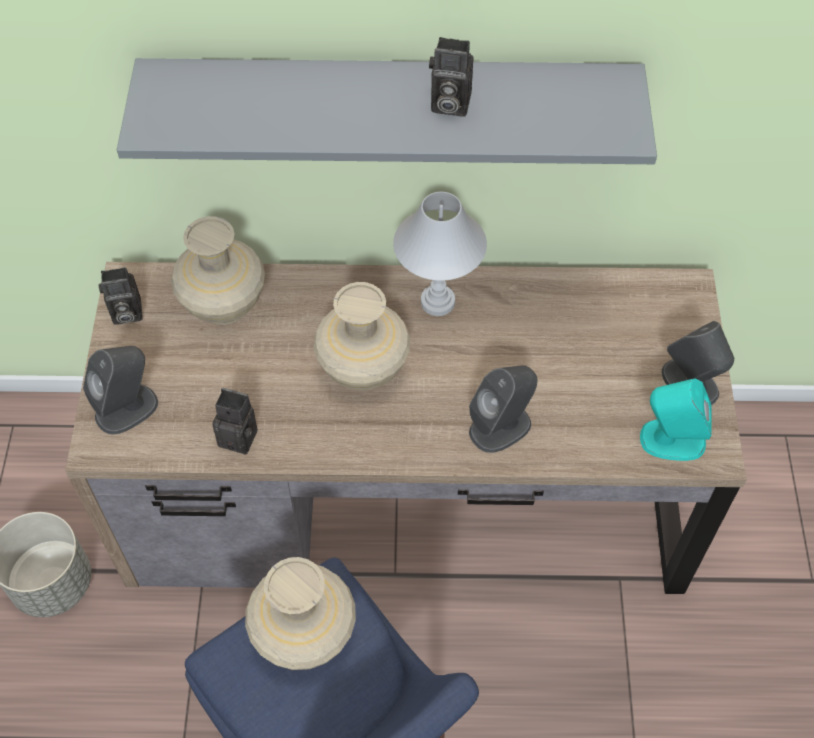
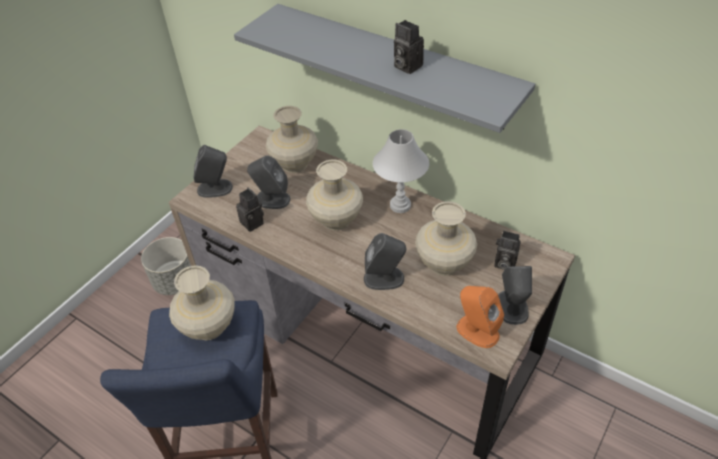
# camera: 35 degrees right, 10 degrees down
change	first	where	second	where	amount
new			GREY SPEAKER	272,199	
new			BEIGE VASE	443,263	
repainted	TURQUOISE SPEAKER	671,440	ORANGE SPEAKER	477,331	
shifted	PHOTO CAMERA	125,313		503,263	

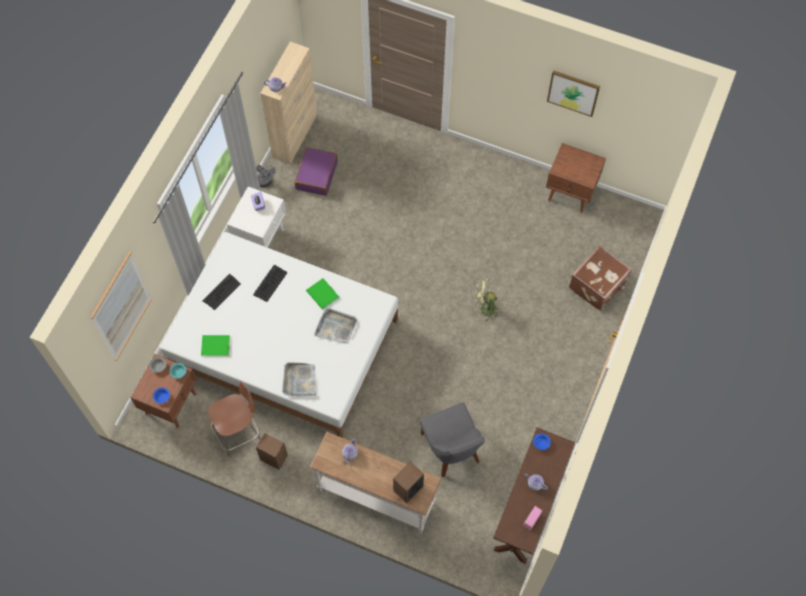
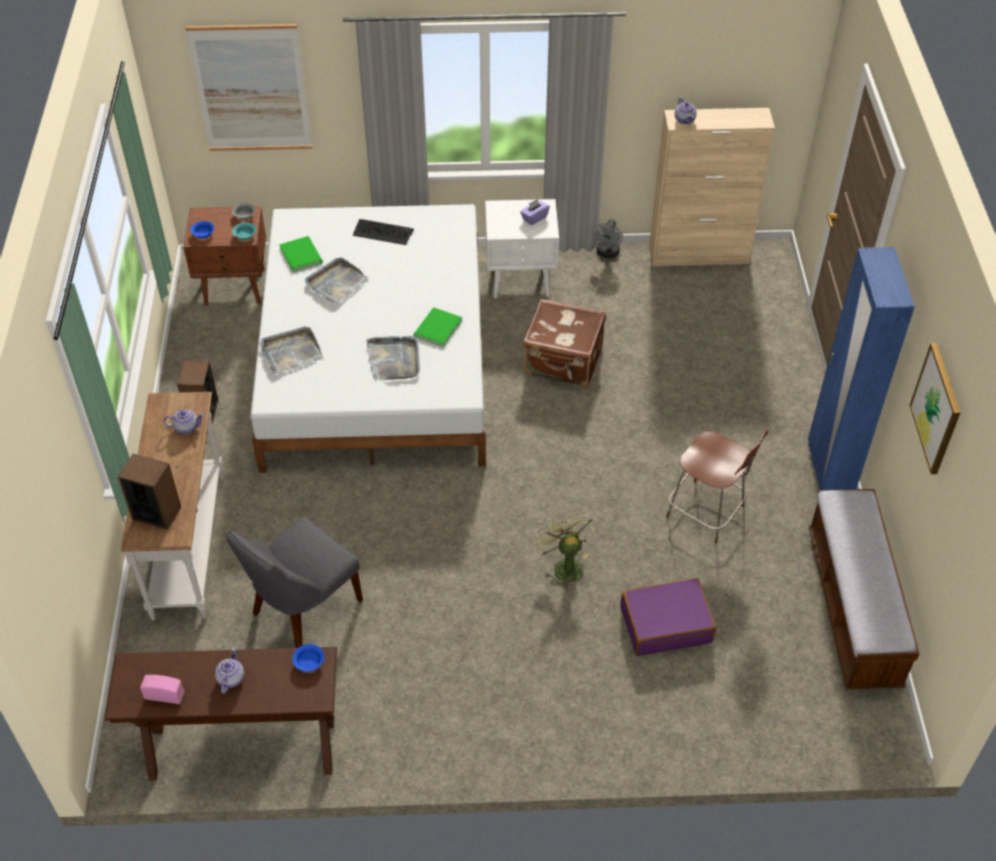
# camera: 65 degrees right, 15 degrees down
change	first	where	second	where	amount
new			GREY TRAY	336,283	
shifted	BROWN SUITCASE	598,286		563,361	
shifted	PURPLE SUITCASE	316,175		665,624	
shifted	BROWN CHAIR	238,432		707,513	
new			BLUE WARDROBE	828,472	
swapped	BROWN NIGHTSTAND	571,193	BENCH	852,608	
gone	KEYBOARD	270,283			

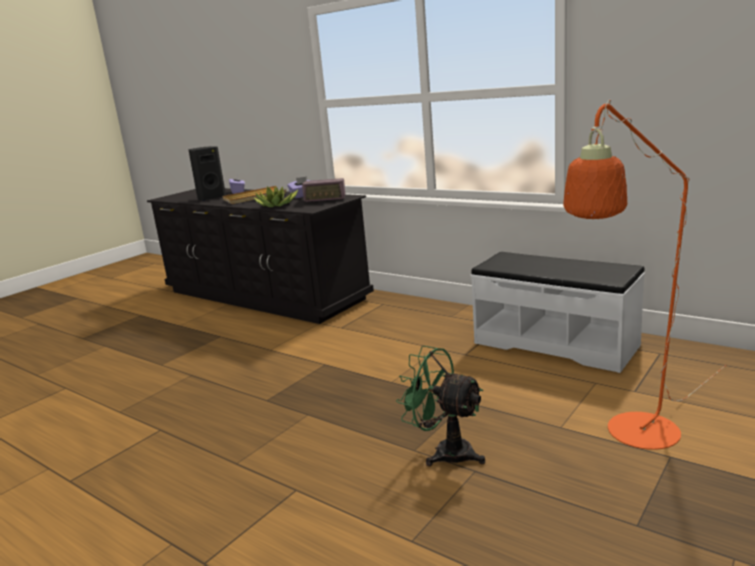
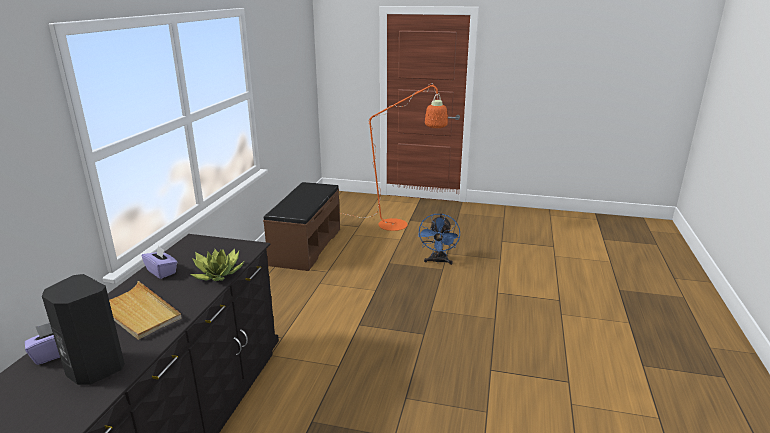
# camera: 115 degrees left, 5 degrees up
change	first	where	second	where	amount
repainted	WHITE BENCH	555,344	BROWN BENCH	305,246	
repainted	GREEN FAN	445,451	BLUE FAN	438,261	
gone	RADIO	325,199			

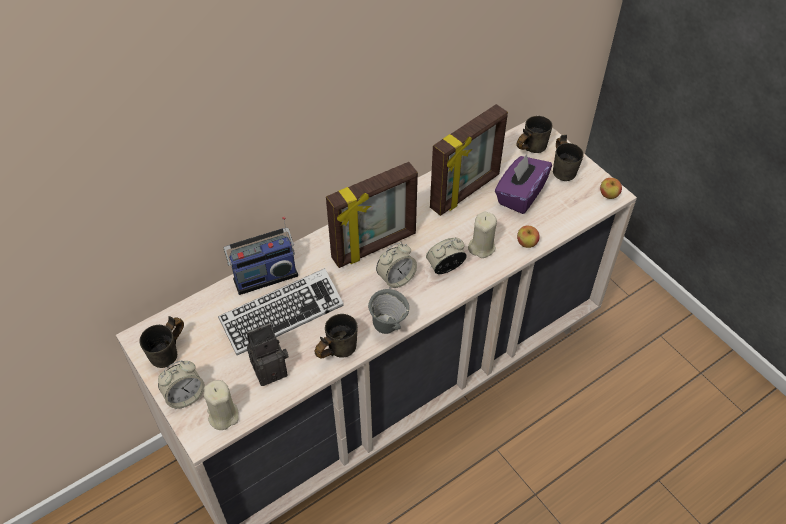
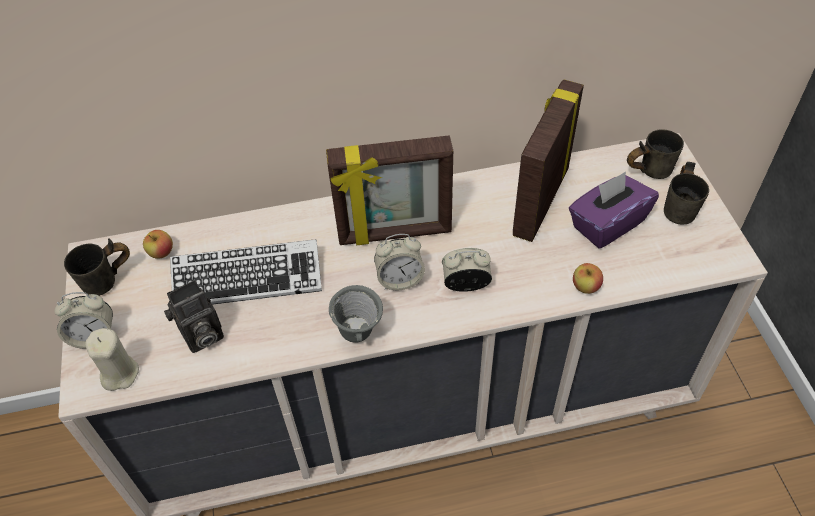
# camera: 25 degrees right, 0 degrees up
change	first	where	second	where	amount
shifted	APPLE	609,195		161,253	
rotated	PHOTO CAMERA	270,368		201,337	150 degrees clockwise
rotated	PICTURE FRAME	466,192		539,201	135 degrees clockwise
gone	RADIO	264,275			
gone	GREY MUG	335,349			
gone	BEIGE CANDLE	481,247			

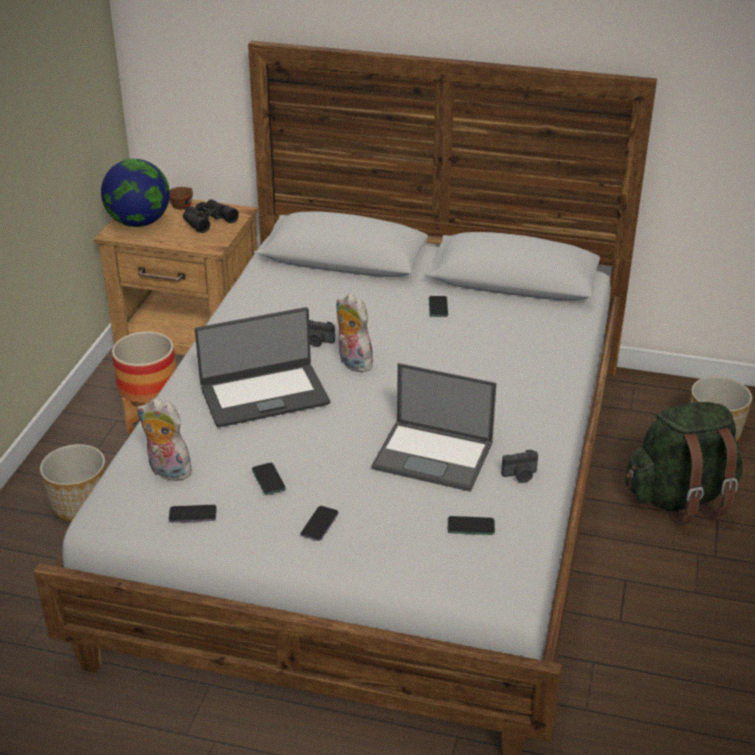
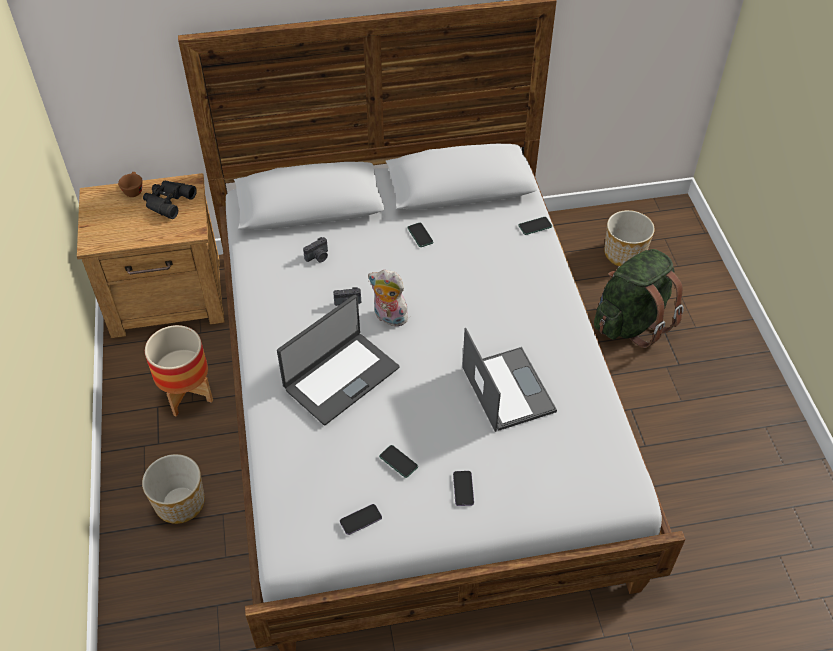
# camera: 25 degrees left, 15 degrees up
change	first	where	second	where	amount
shifted	PHOTO CAMERA	520,475		318,257	
rotated	LAPTOP	434,455		507,388	105 degrees counterclockwise
shifted	PHONE	471,526		535,226	
gone	GLOBE	139,223			
gone	PLUSH TOY	167,471			

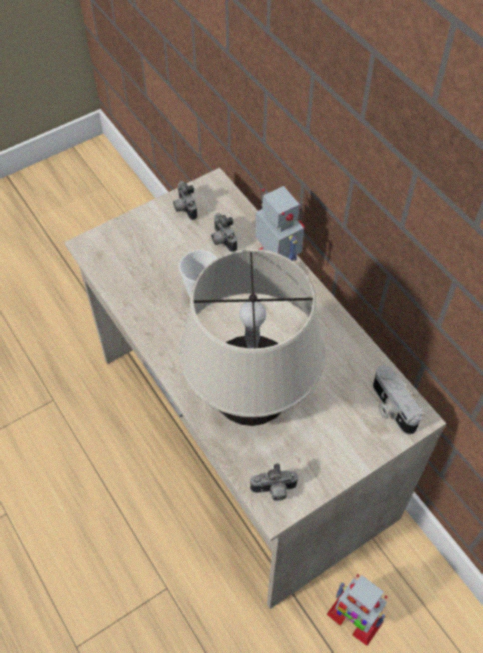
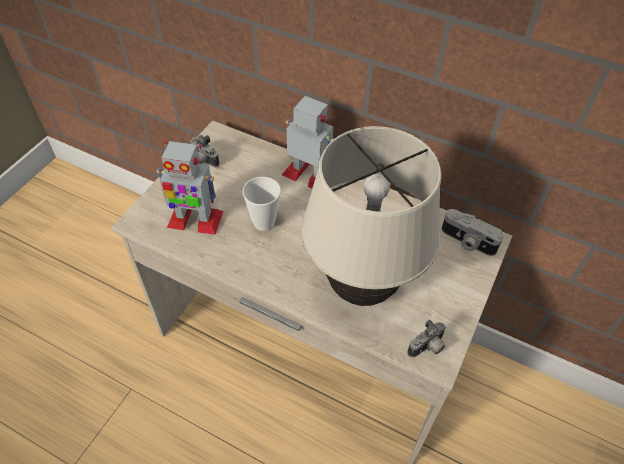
# camera: 30 degrees left, 5 degrees down
change	first	where	second	where	amount
shifted	TOY ROBOT	354,618		194,219	
gone	PHOTO CAMERA	222,240			

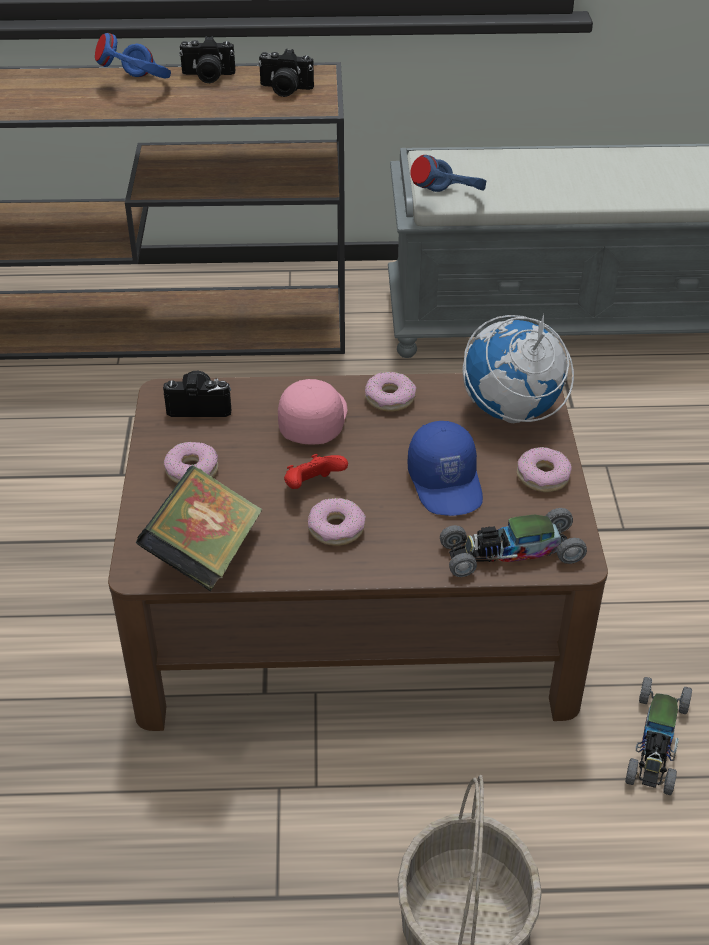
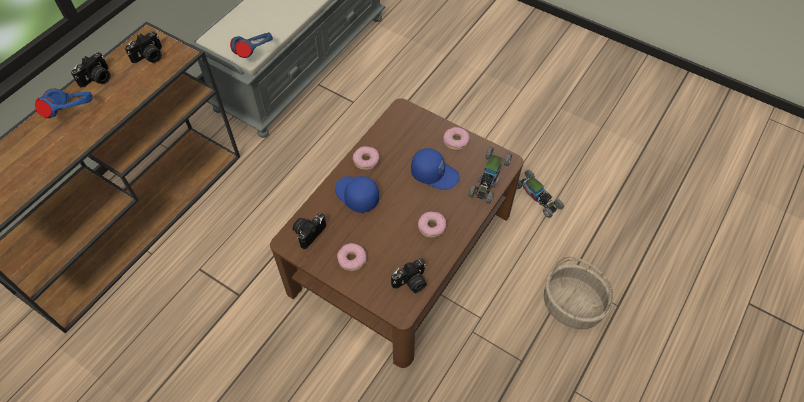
# camera: 55 degrees left, 15 degrees up
change	first	where	second	where	amount
repainted	PINK CAP	313,420	BLUE CAP	356,196	
swapped	BOOK	205,555	PHOTO CAMERA	411,283	
gone	RED GAME CONTROLLER	312,487			
gone	GLOBE	511,412			

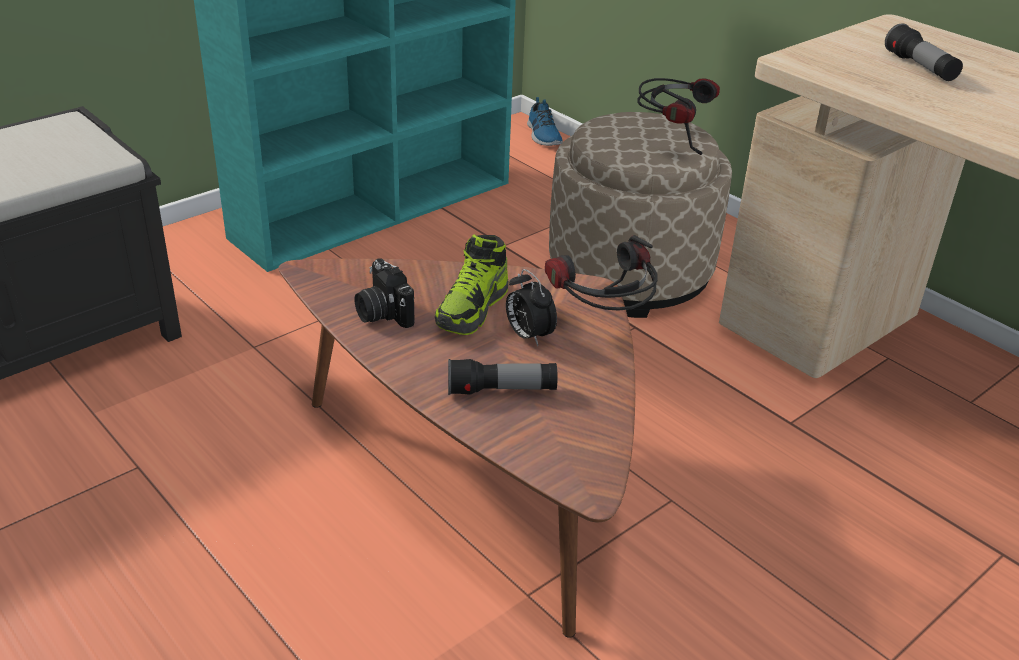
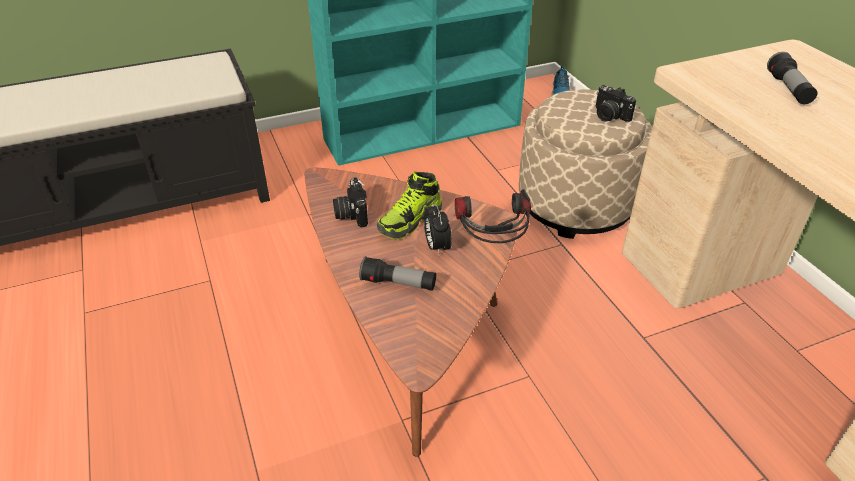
# camera: 20 degrees right, 5 degrees up
change	first	where	second	where	amount
swapped	HEADPHONES	671,140	PHOTO CAMERA	608,116	

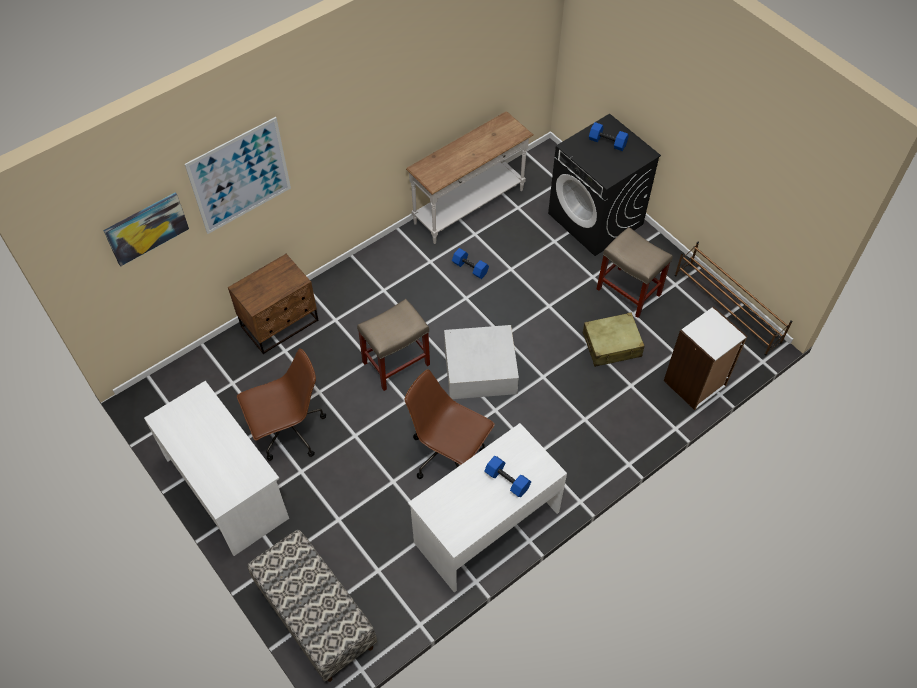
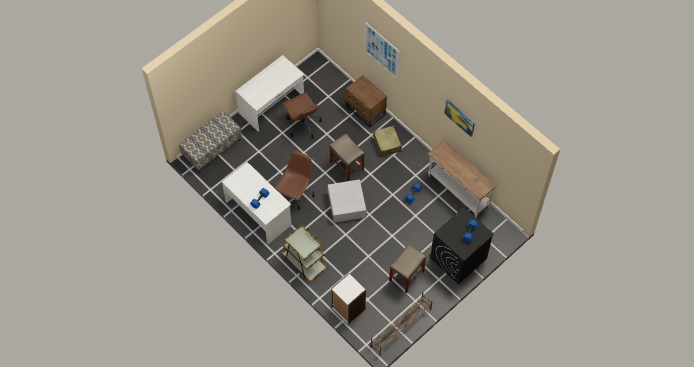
# camera: 85 degrees right, 5 degrees up
change	first	where	second	where	amount
new			BROWN CART	304,263	
shifted	BEIGE SUITCASE	612,345		387,144	
shifted	PICTURE	146,228		460,117	

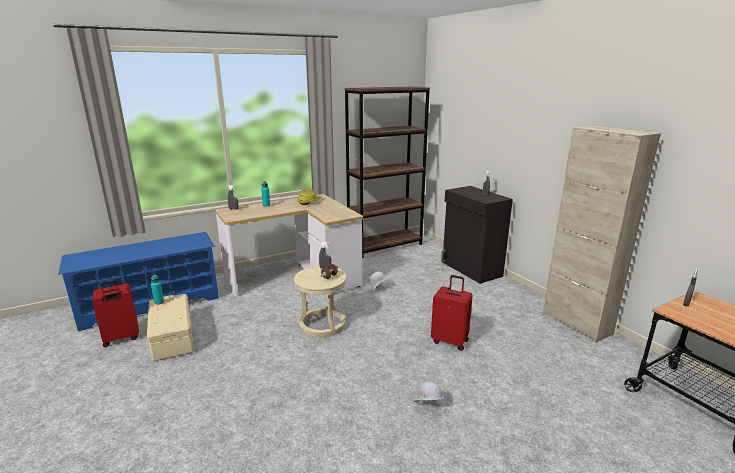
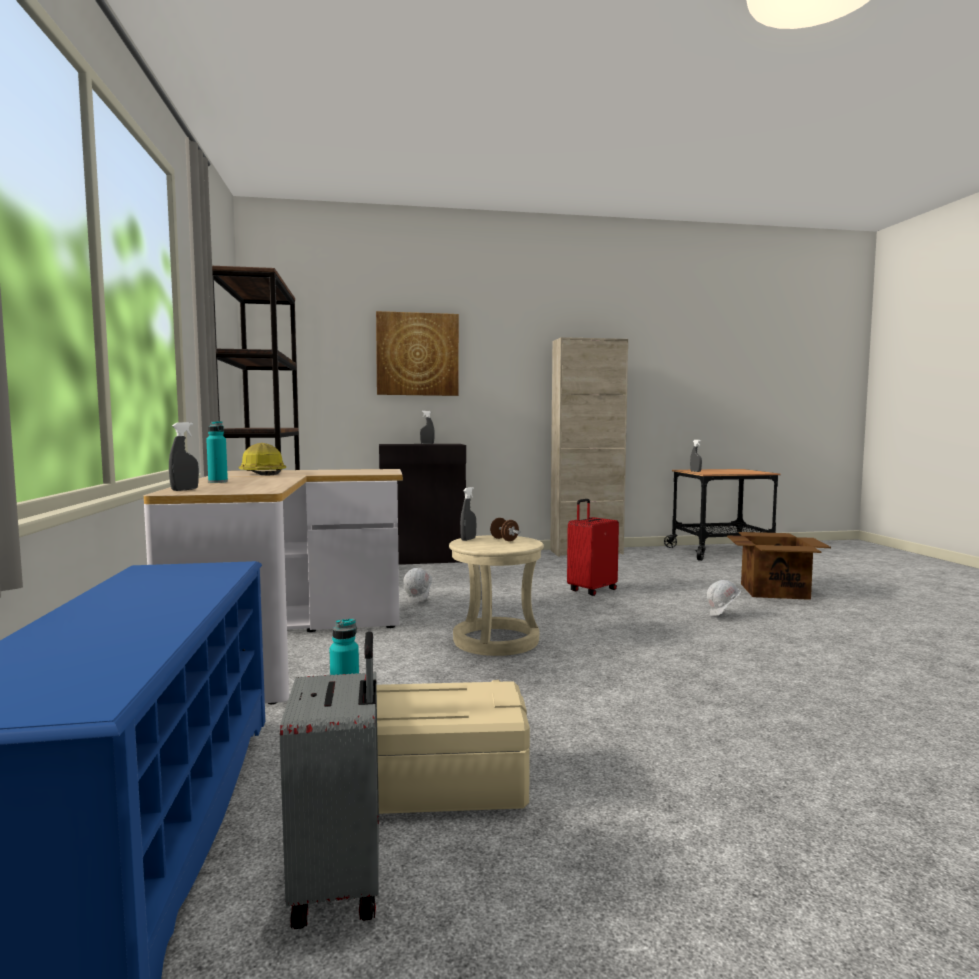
# camera: 70 degrees left, 15 degrees down
change	first	where	second	where	amount
repainted	RED SUITCASE	121,338	GREY SUITCASE	341,883	
new			PICTURE	417,354	
new			CARDBOARD BOX	774,591	

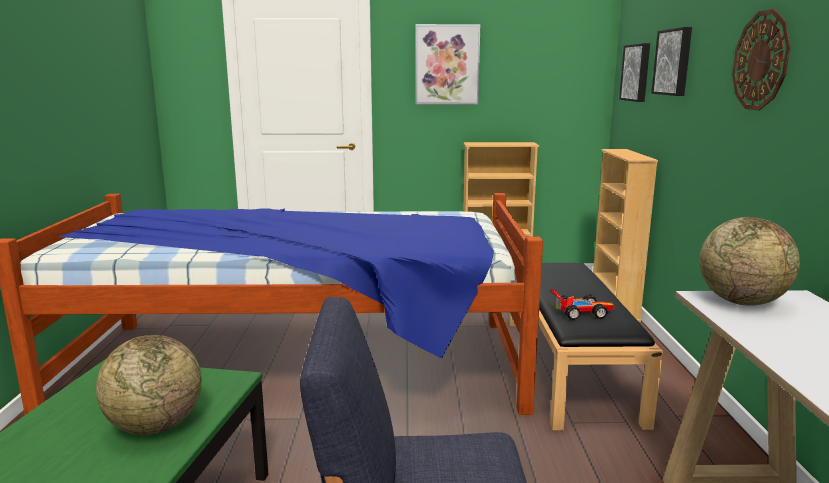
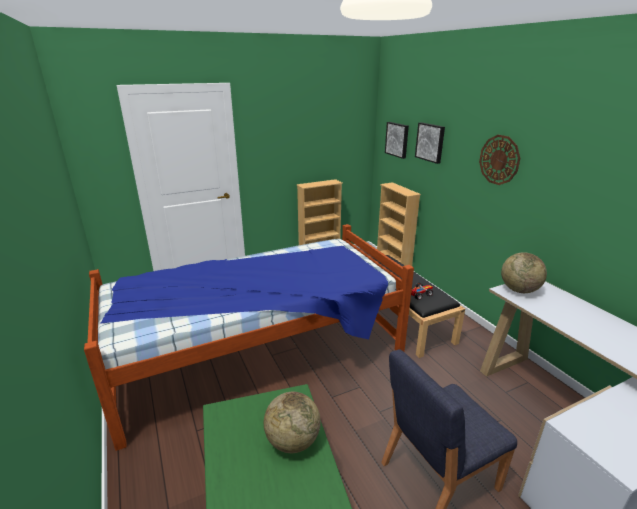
# camera: 25 degrees left, 10 degrees up
change	first	where	second	where	amount
gone	PICTURE	447,65			

